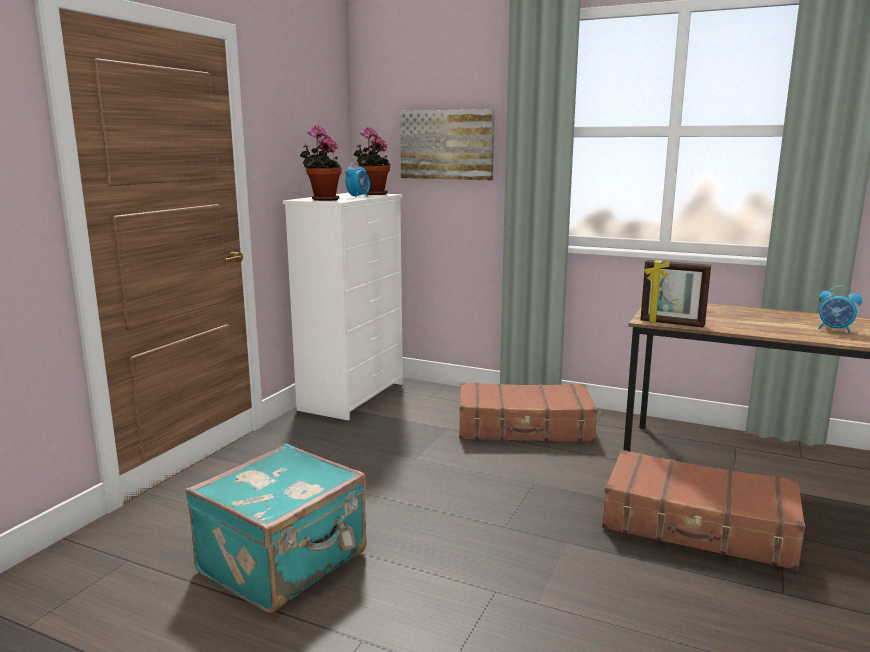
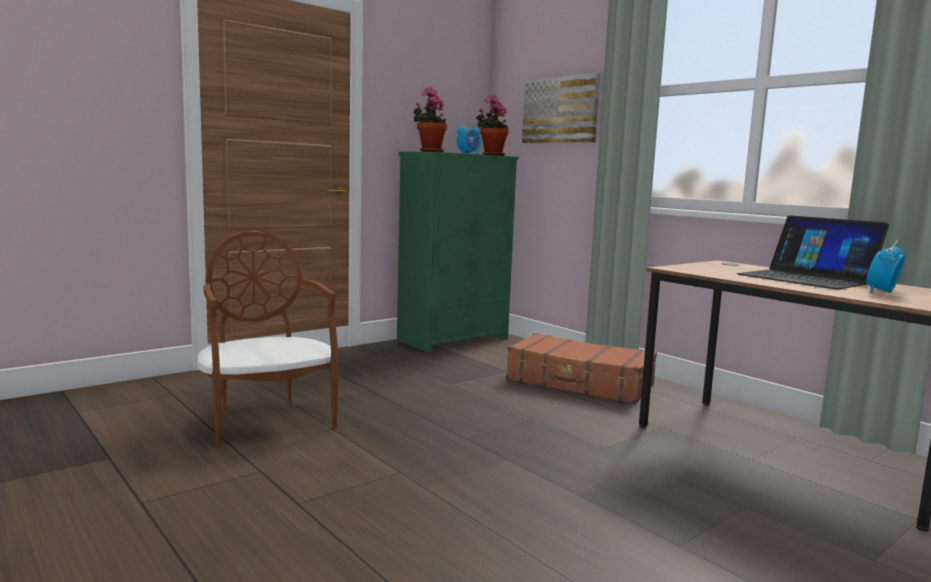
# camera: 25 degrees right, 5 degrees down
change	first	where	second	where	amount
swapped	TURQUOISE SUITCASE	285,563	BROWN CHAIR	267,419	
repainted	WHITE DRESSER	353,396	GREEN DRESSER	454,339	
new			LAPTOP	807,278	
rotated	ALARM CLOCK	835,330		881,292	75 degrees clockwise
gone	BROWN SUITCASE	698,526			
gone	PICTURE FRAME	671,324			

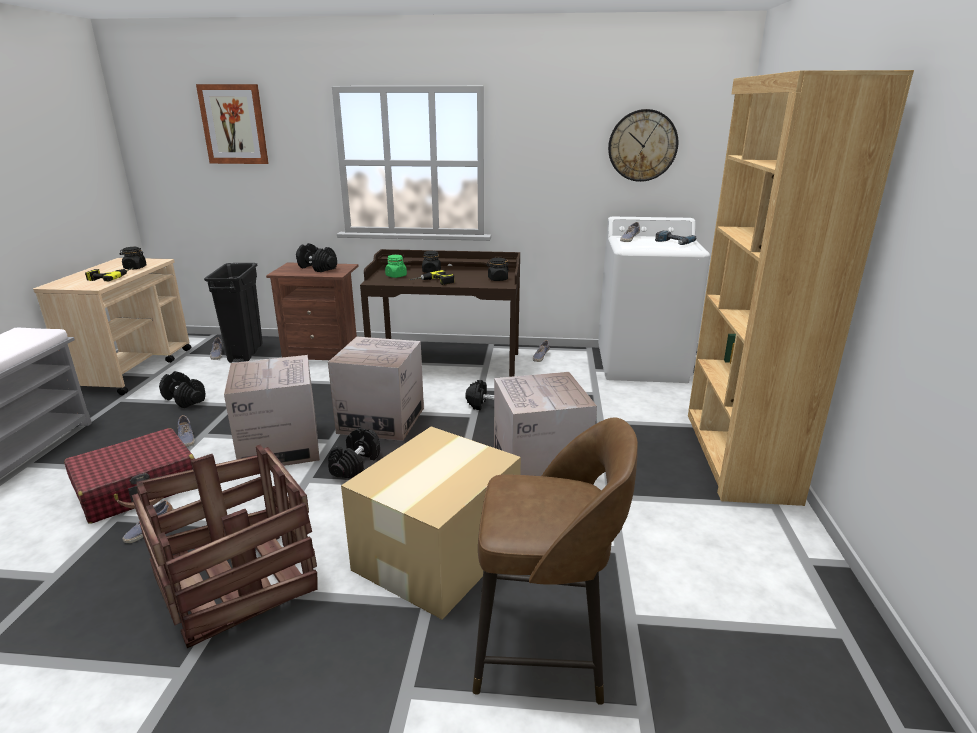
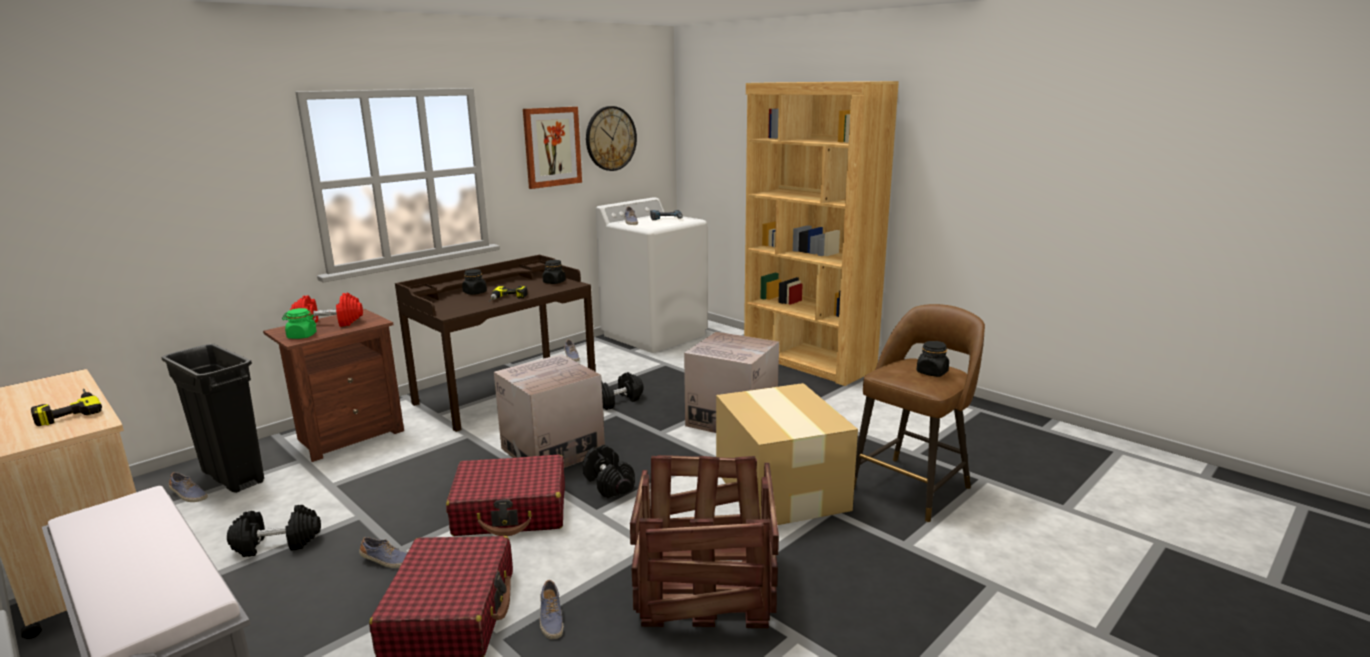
# camera: 50 degrees left, 5 degrees down
change	first	where	second	where	amount
shifted	GREEN JAR	396,276		301,336	
repainted	BLACK DUMBBELL	317,268	RED DUMBBELL	328,324	
swapped	CARDBOARD BOX	280,447	RED SUITCASE	511,511	
shifted	PICTURE	234,124		552,147	
shifted	BLACK JAR	135,268		932,372	

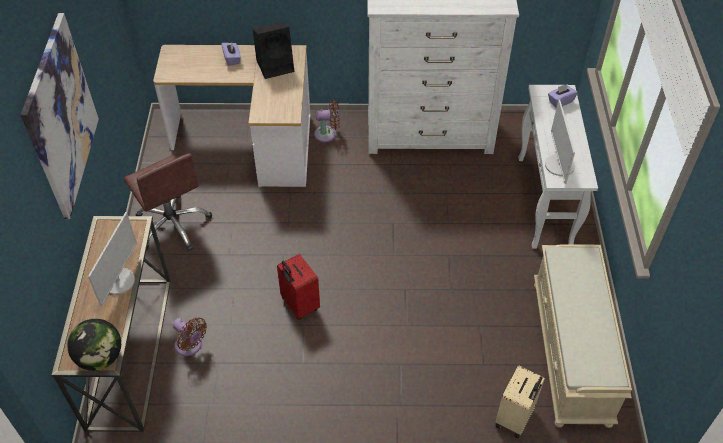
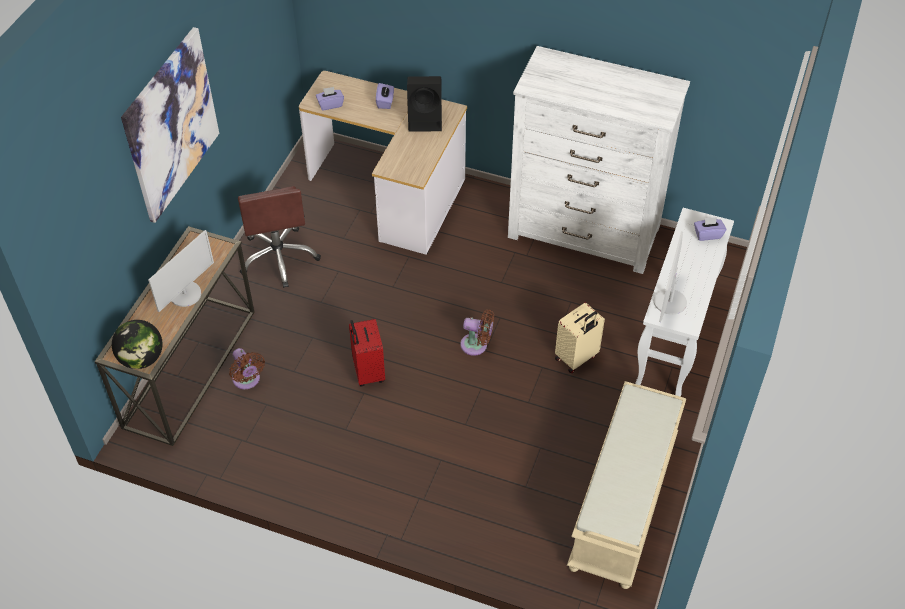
# camera: 20 degrees right, 0 degrees up
change	first	where	second	where	amount
new			PURPLE TISSUE BOX	330,104	
shifted	BROWN FAN	328,134		477,345	
shifted	BEIGE SUITCASE	515,418		577,358	

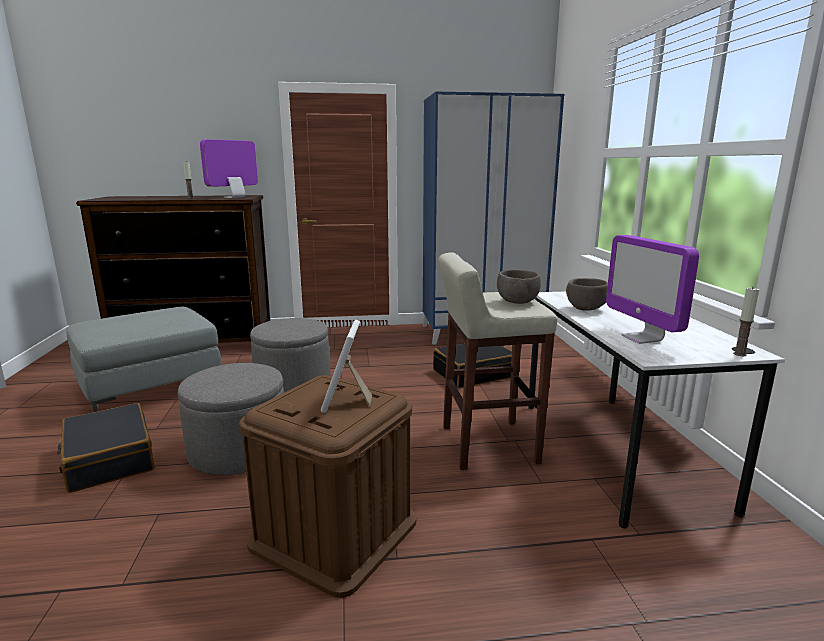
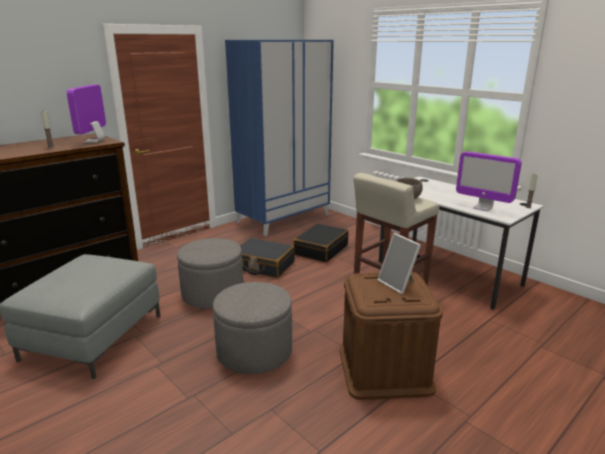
# camera: 35 degrees left, 5 degrees up
change	first	where	second	where	amount
shifted	BLACK SUITCASE	109,459		263,265	
gone	BROWN BOWL	585,309			

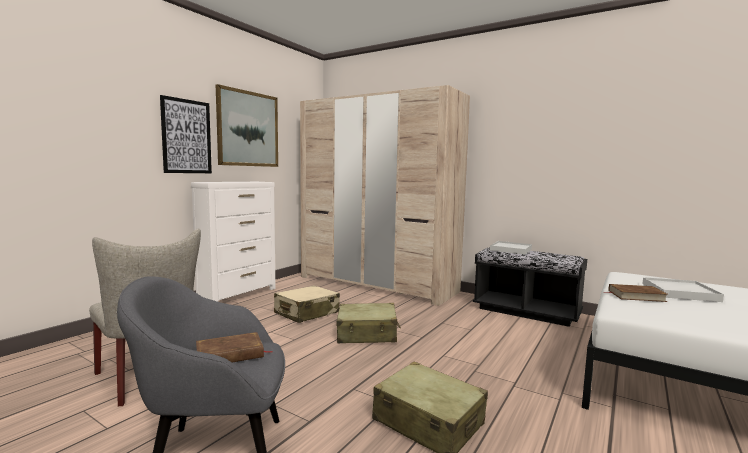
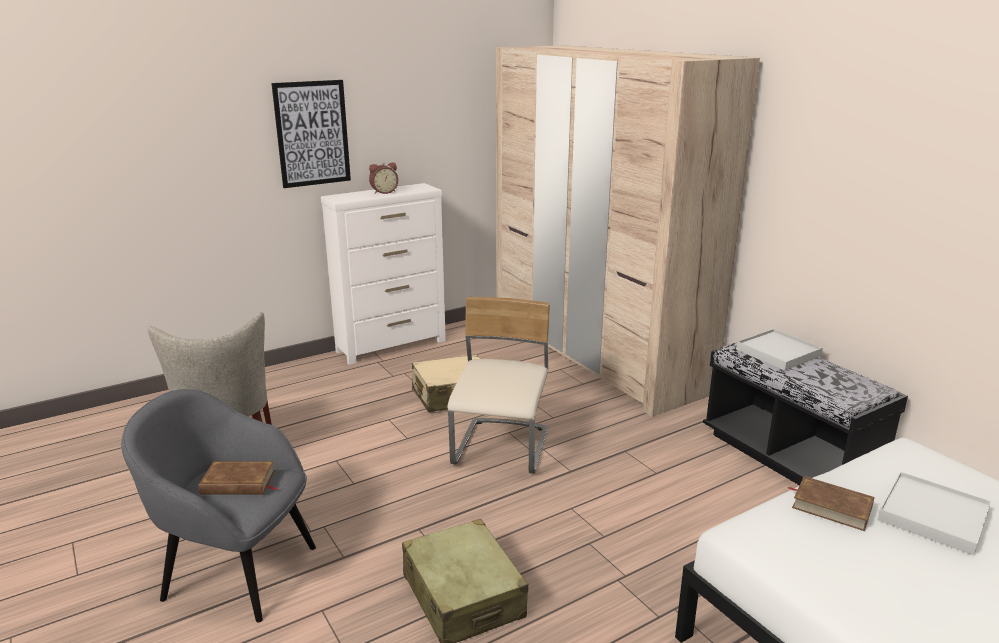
# camera: 25 degrees right, 15 degrees up
change	first	where	second	where	amount
new			ALARM CLOCK	384,192	
swapped	BEIGE SUITCASE	367,334	BEIGE CHAIR	502,448	
gone	PICTURE	248,129			

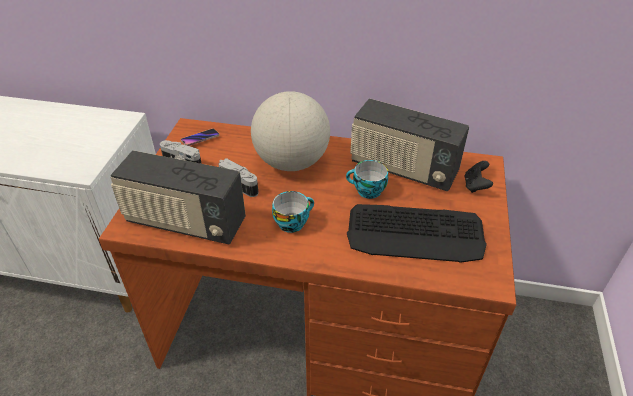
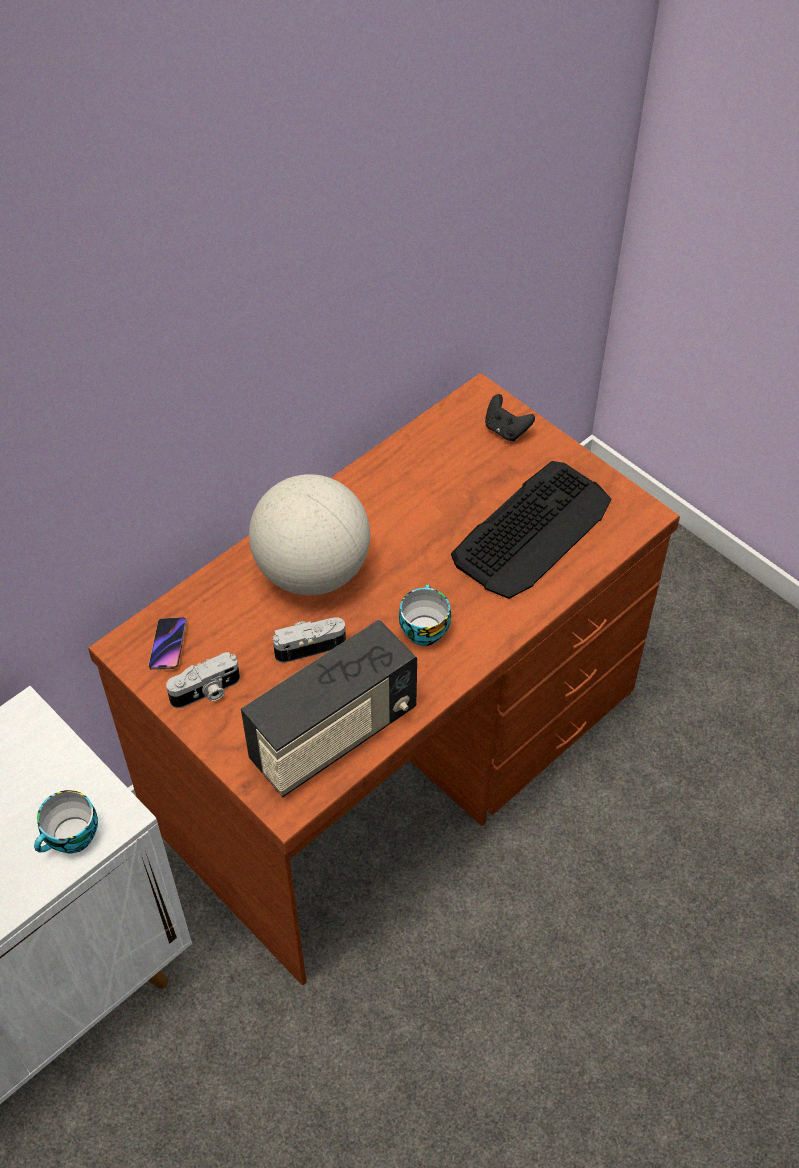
# camera: 55 degrees left, 10 degrees up
change	first	where	second	where	amount
shifted	CUP	367,191		71,839	
gone	RADIO	403,169			

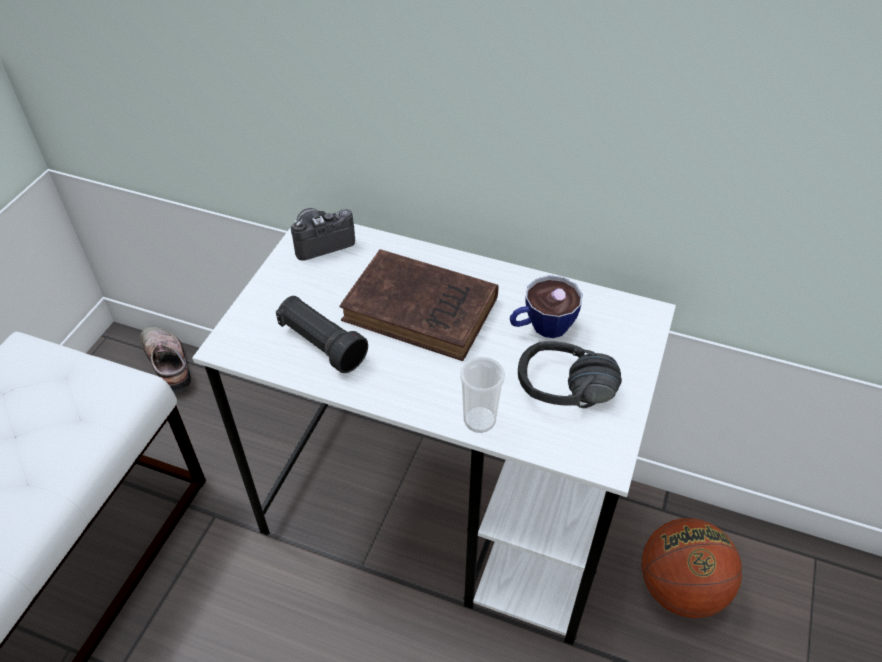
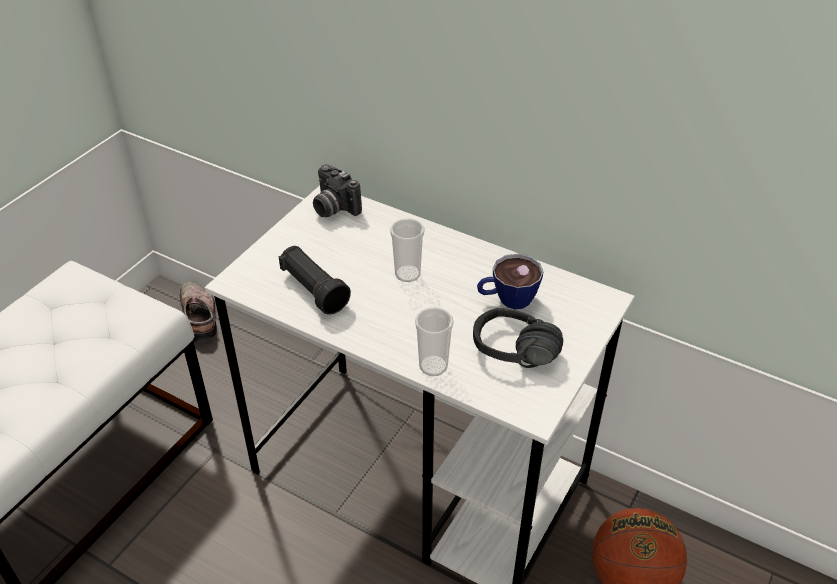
# camera: 10 degrees right, 5 degrees down
change	first	where	second	where	amount
rotated	PHOTO CAMERA	321,241		333,208	120 degrees counterclockwise
swapped	BROWN BOOK	424,311	CUP	407,274	

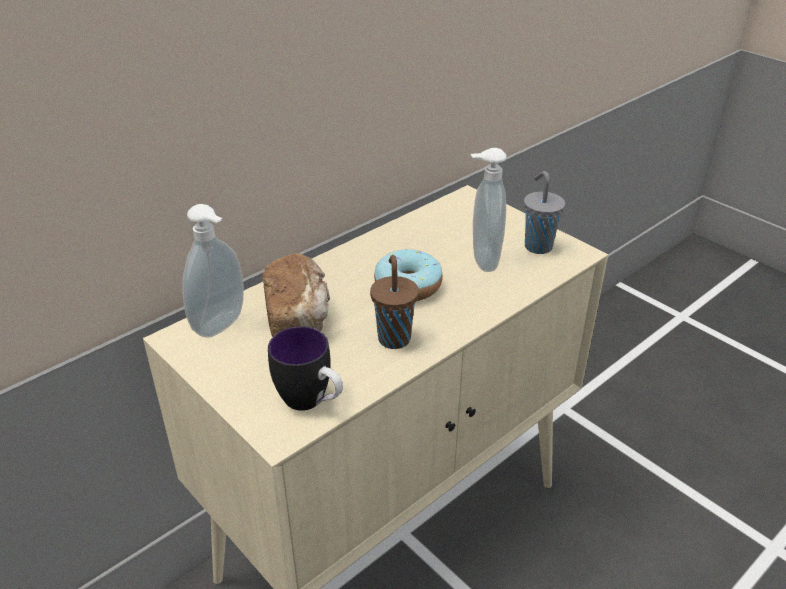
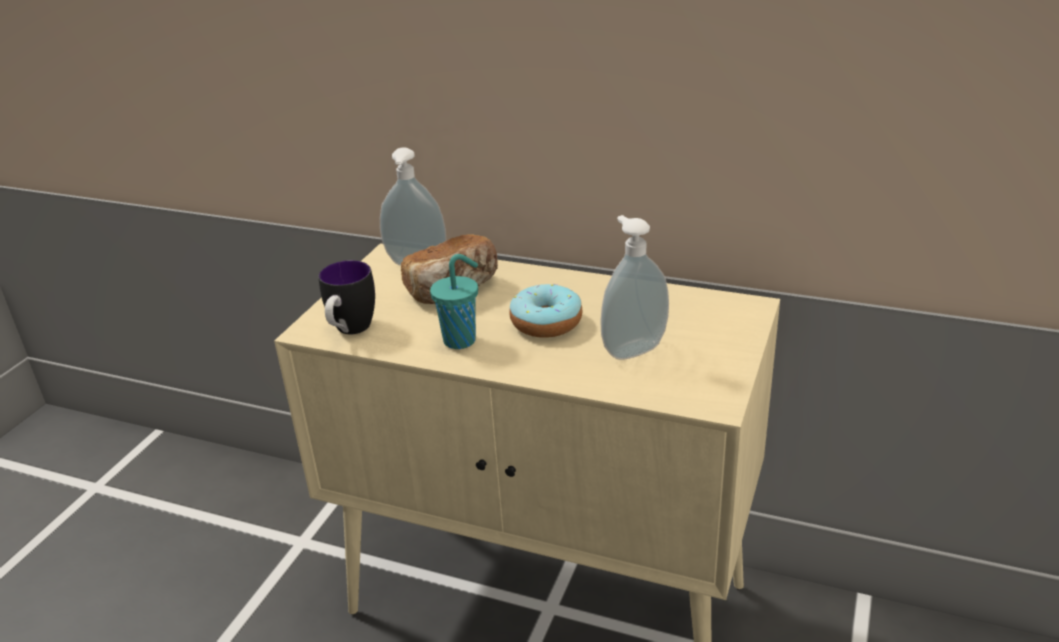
# camera: 65 degrees right, 5 degrees down
change	first	where	second	where	amount
repainted	BROWN CUP	394,337	TURQUOISE CUP	461,340	
gone	GREY CUP	537,246			

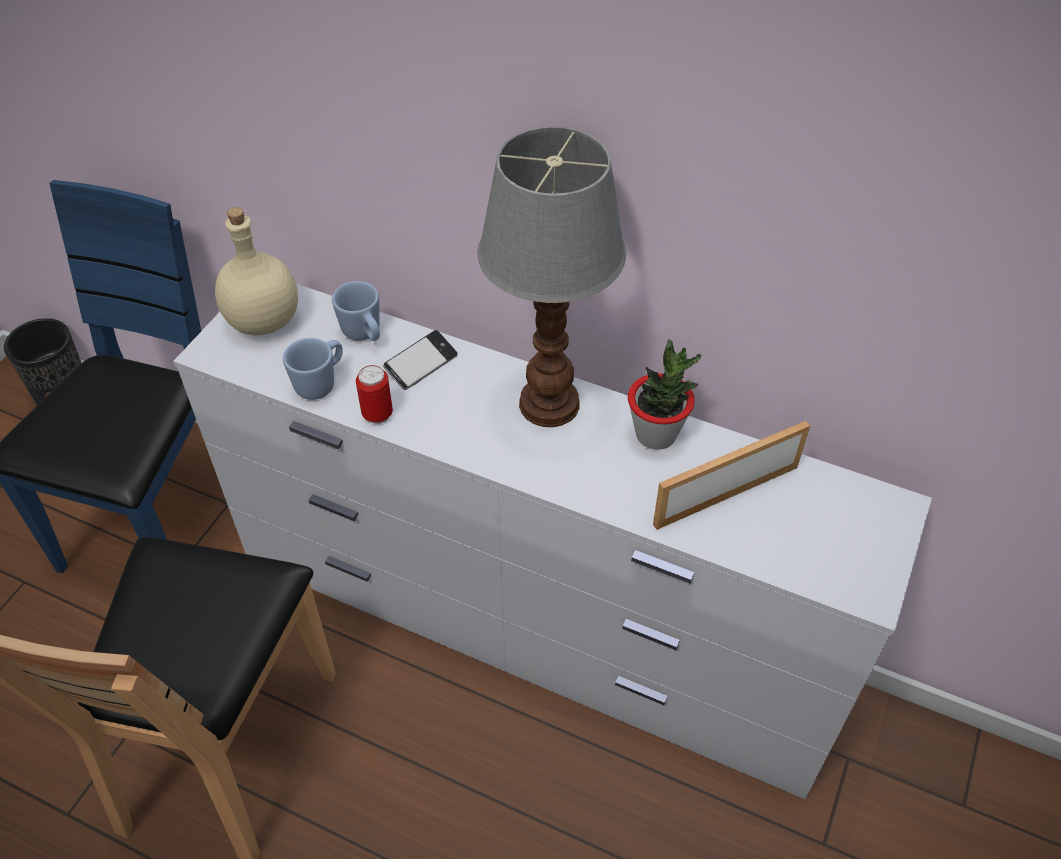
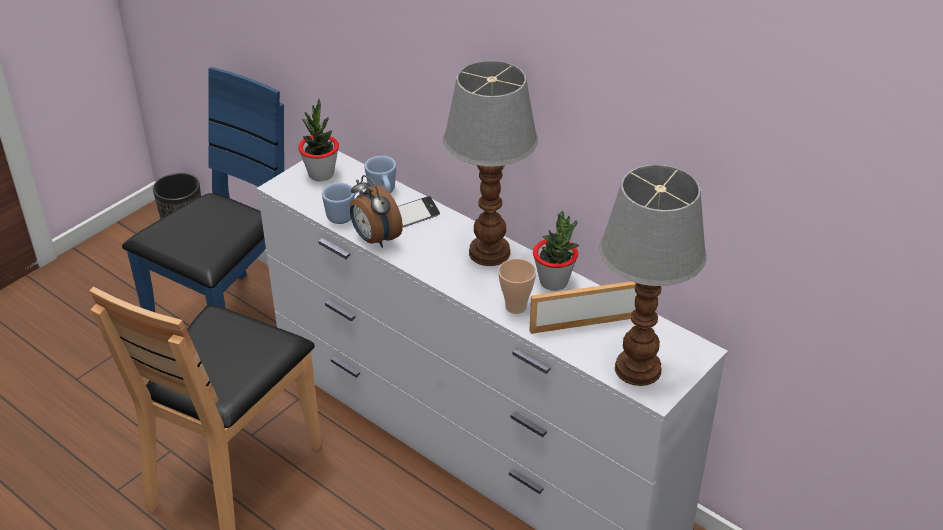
# camera: 15 degrees right, 10 degrees down
change	first	where	second	where	amount
swapped	BEIGE BOTTLE	264,320	POTTED PLANT	321,174	
swapped	CAN	377,414	ALARM CLOCK	375,239	
new			CUP	516,307	
new			TABLE LAMP	637,367	

